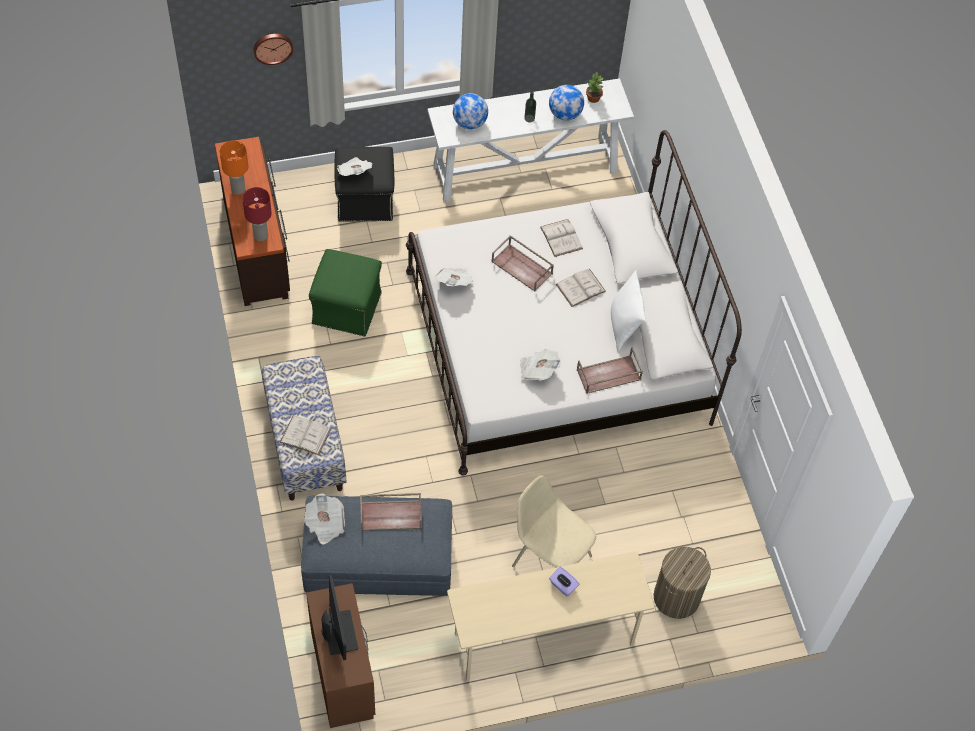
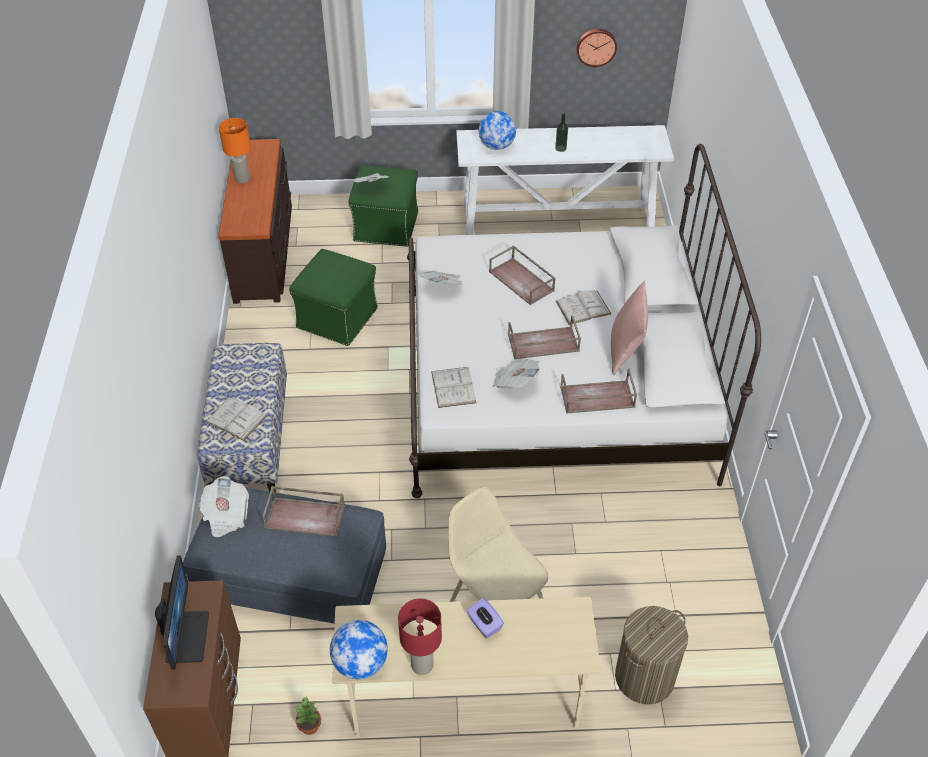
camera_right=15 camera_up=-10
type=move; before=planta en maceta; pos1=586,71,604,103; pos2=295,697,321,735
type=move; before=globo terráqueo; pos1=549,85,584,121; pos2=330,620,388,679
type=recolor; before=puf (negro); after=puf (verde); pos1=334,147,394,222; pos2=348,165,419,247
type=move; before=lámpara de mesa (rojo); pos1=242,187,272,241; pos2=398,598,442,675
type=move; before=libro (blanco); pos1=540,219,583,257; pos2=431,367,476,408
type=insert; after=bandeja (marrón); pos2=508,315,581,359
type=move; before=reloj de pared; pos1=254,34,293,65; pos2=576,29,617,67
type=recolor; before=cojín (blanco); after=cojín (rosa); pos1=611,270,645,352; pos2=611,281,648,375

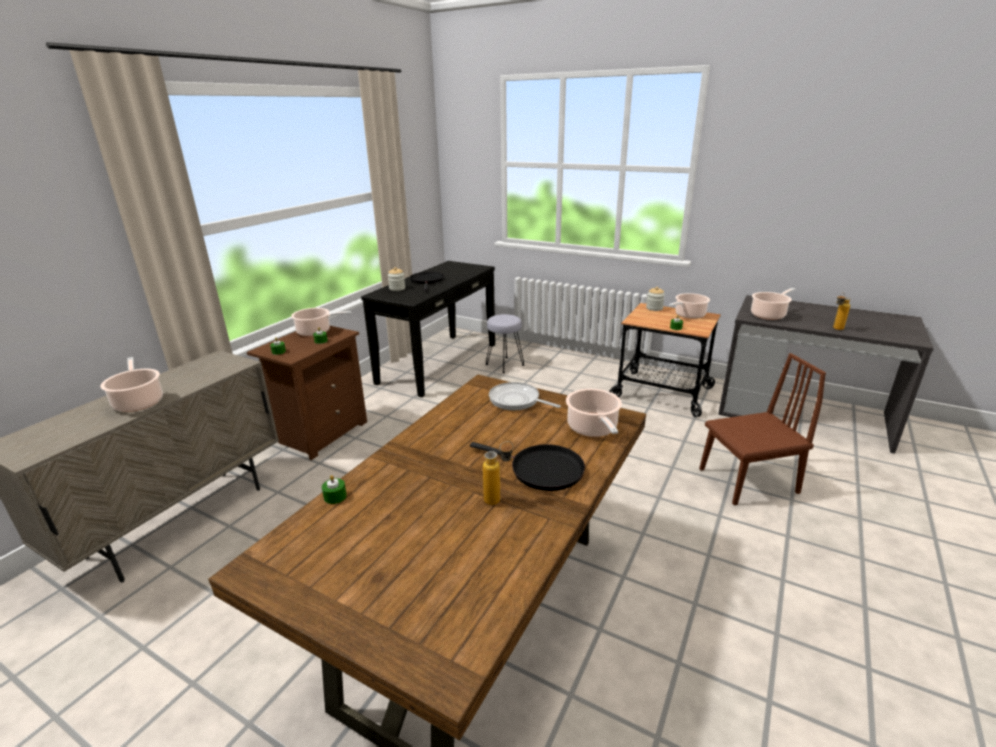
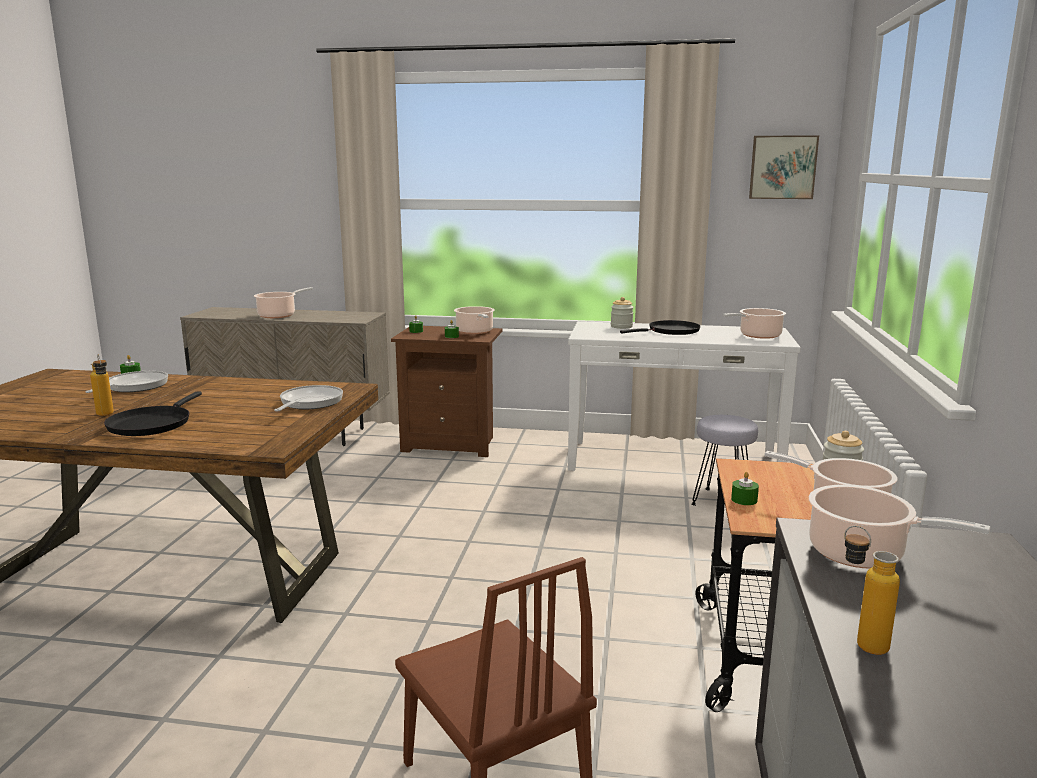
camera_right=70 camera_up=-10
type=insert; after=sartén; pos2=85,371,168,393
type=recolor; before=mesa consola (negro); after=mesa consola (blanco); pos1=361,261,495,397; pos2=568,321,801,471
type=move; before=olla; pos1=566,388,622,437; pos2=723,308,786,339
type=insert; after=cuadro; pos2=749,135,819,199

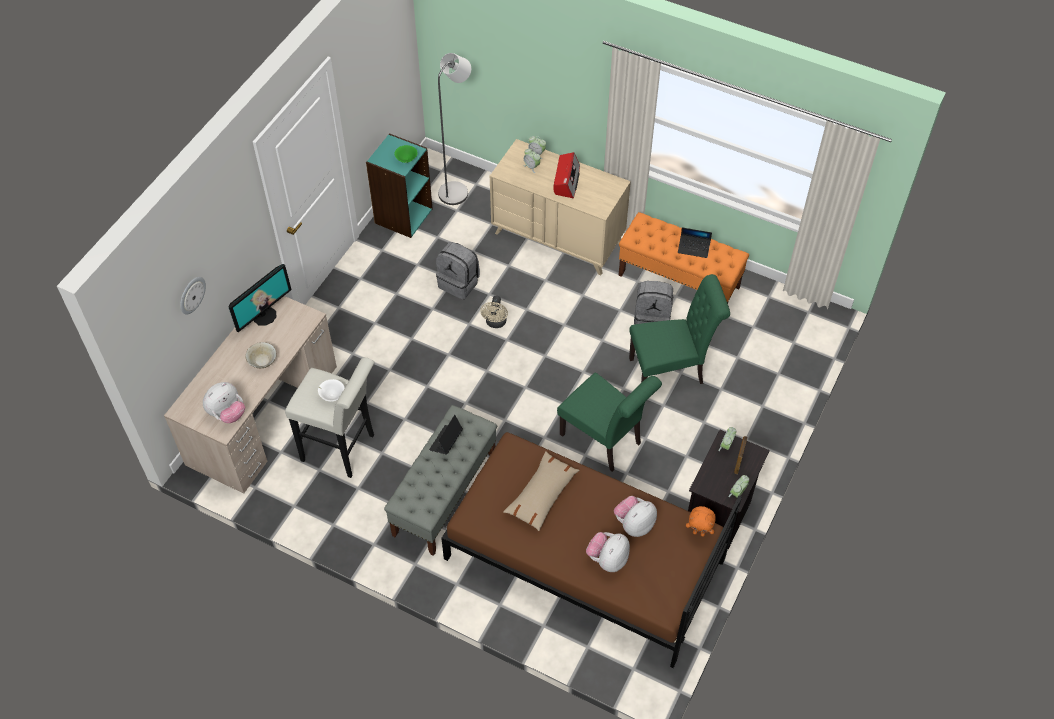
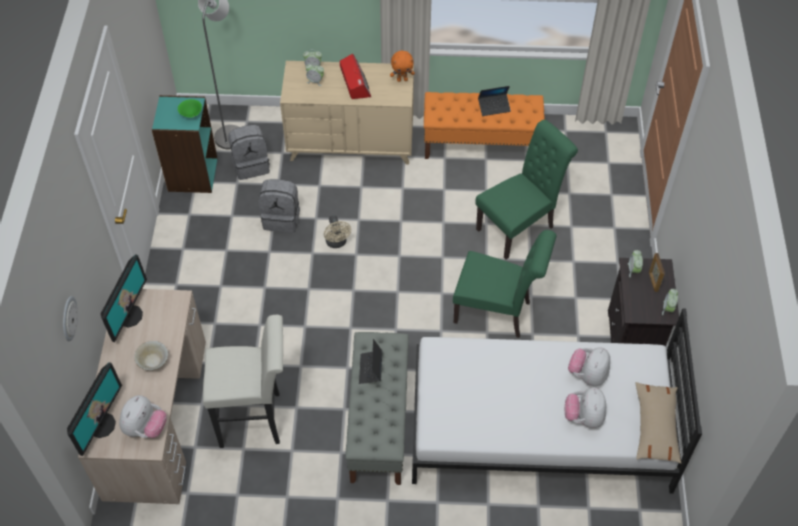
camera_right=-25 camera_up=0
type=insert; after=monitor; pos2=67,362,122,456
type=move; before=mochila (gris); pos1=634,281,673,325; pos2=228,125,270,180
type=move; before=peluche (naranja); pos1=686,506,716,537; pos2=390,51,415,82
type=recolor; before=cama (marrón); after=cama (blanco); pos1=441,432,742,668; pos2=412,308,702,494
type=move; before=cojín (beis); pos1=503,451,579,531; pos2=635,382,681,463
type=delete; before=cuenco (blanco); pos1=318,379,345,402

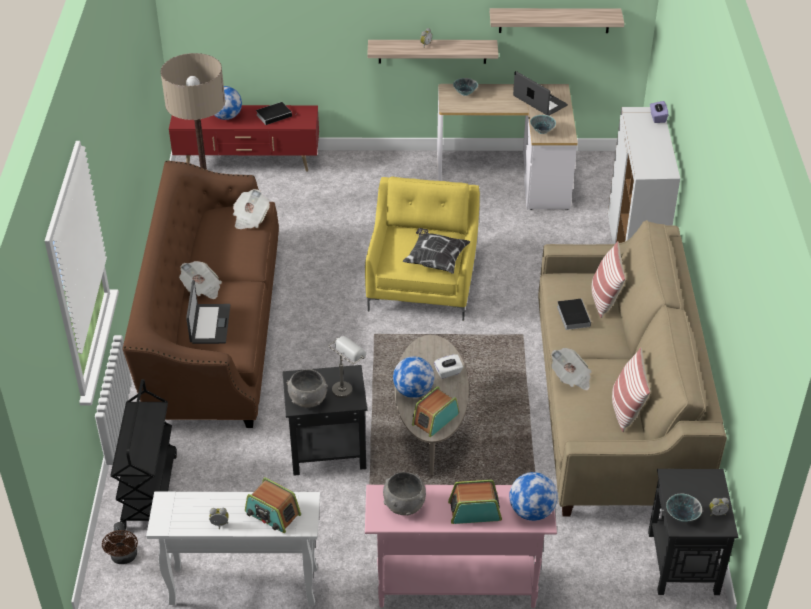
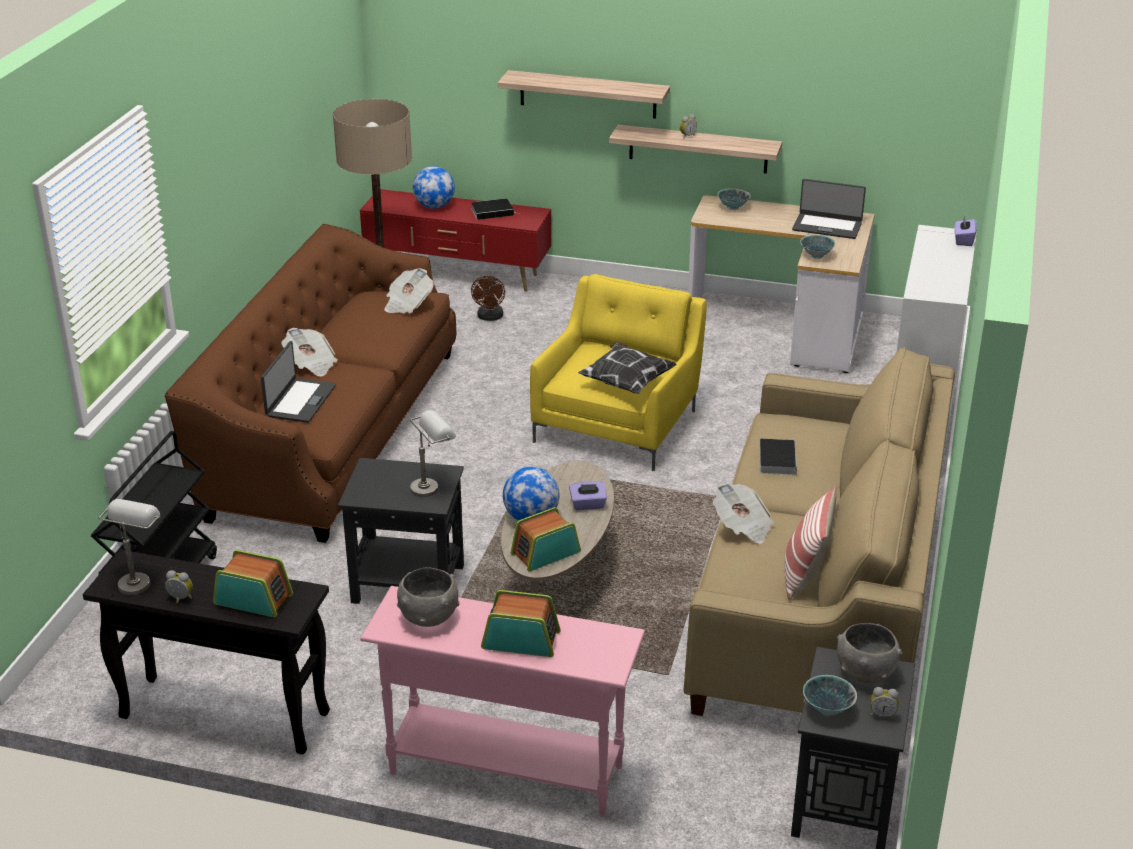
camera_right=15 camera_up=-10
type=recolor; before=mesa consola (blanco); after=mesa consola (negro); pos1=146,491,320,606; pos2=83,550,330,755
type=insert; after=lámpara de mesa (gris); pos2=98,499,161,595
type=rotate; before=radio; pos1=245,477,301,533; pos2=213,550,293,618; turn=150
type=move; before=ventilador (marrón); pos1=102,522,138,564; pos2=471,276,505,321
type=move; before=estante; pos1=490,8,624,33; pos2=498,70,670,119
type=recolor; before=caja de pañuelos (blanco); after=caja de pañuelos (morado); pos1=434,354,463,379; pos2=569,481,607,510
type=rotate; before=portátil; pos1=513,71,568,116; pos2=792,179,866,239; turn=135
type=move; before=cuenco (gris); pos1=287,369,328,408; pos2=837,623,902,683
type=delete; before=globo terráqueo; pos1=509,472,558,521
type=delete; before=cojín; pos1=592,241,626,318

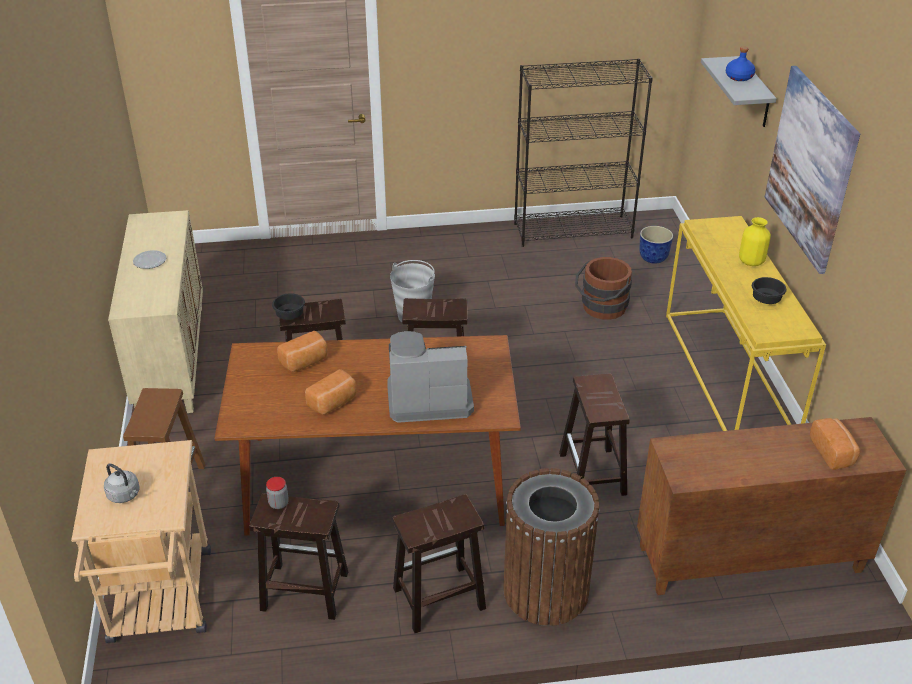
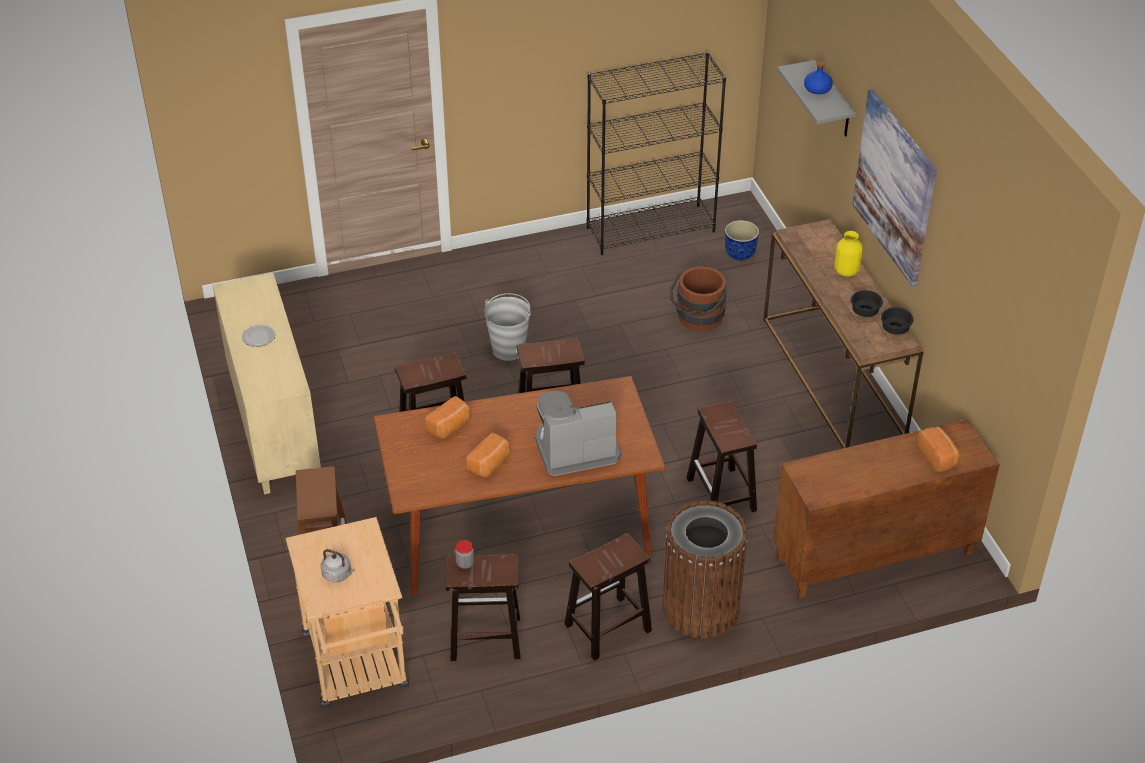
camera_right=-10 camera_up=5
type=recolor; before=mesa consola (amarillo); after=mesa consola (marrón); pos1=666,216,826,431; pos2=763,219,923,448
type=move; before=cuenco (negro); pos1=272,293,305,320; pos2=881,307,914,335

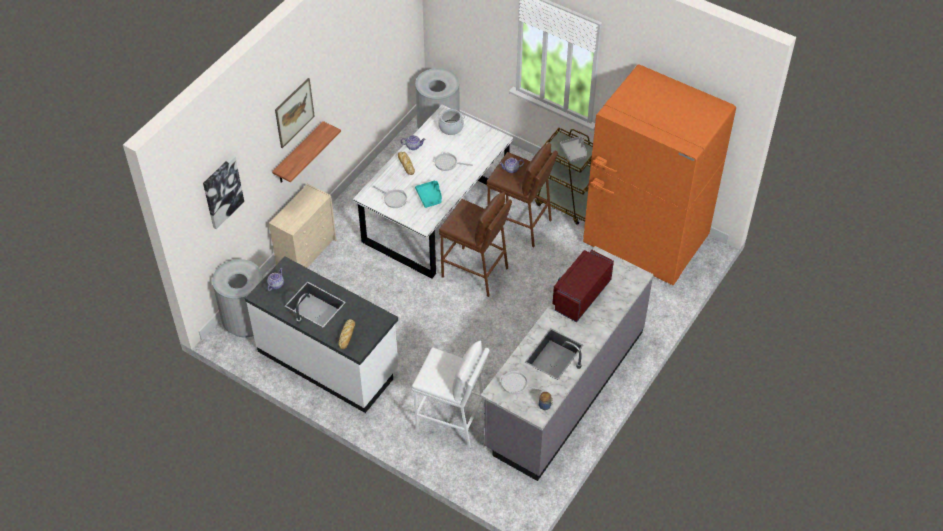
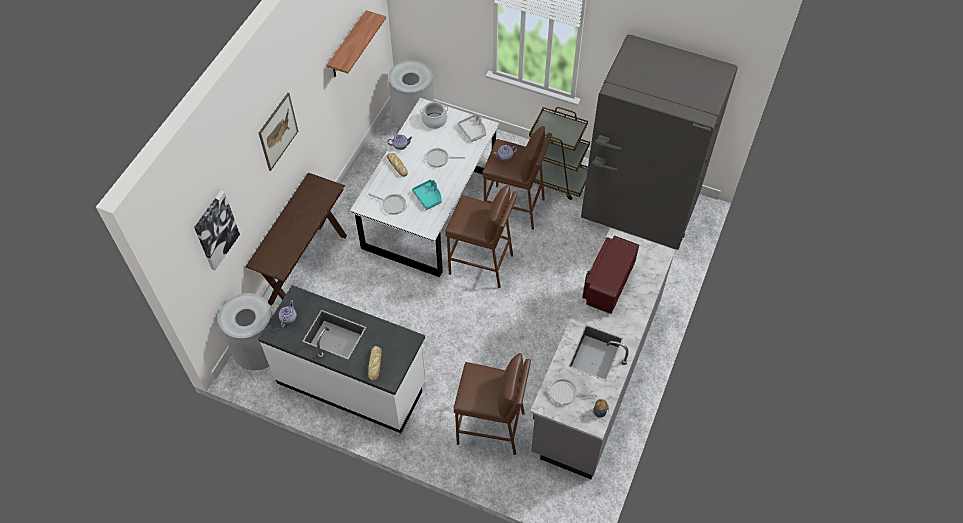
camera_right=-10 camera_up=5
type=replace; before=cómoda (beis); after=mesa consola (marrón); pos1=269,184,337,268; pos2=245,173,347,305
type=move; before=estante; pos1=272,121,341,183; pos2=327,10,386,77
type=recolor; before=taburete (blanco); after=taburete (marrón); pos1=412,341,490,448; pos2=454,353,531,455
type=move; before=bandeja (gris); pos1=560,137,587,163; pos2=458,114,486,142
type=recolor; before=nevera (naranja); after=nevera (gris); pos1=583,64,736,285; pos2=581,34,738,250

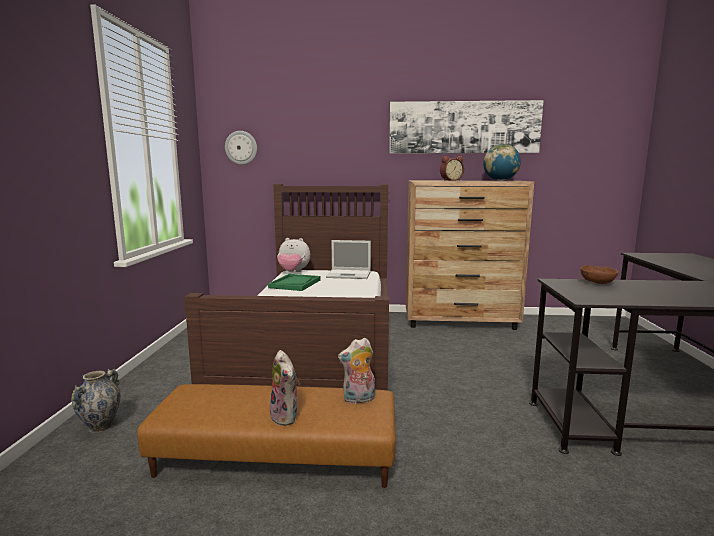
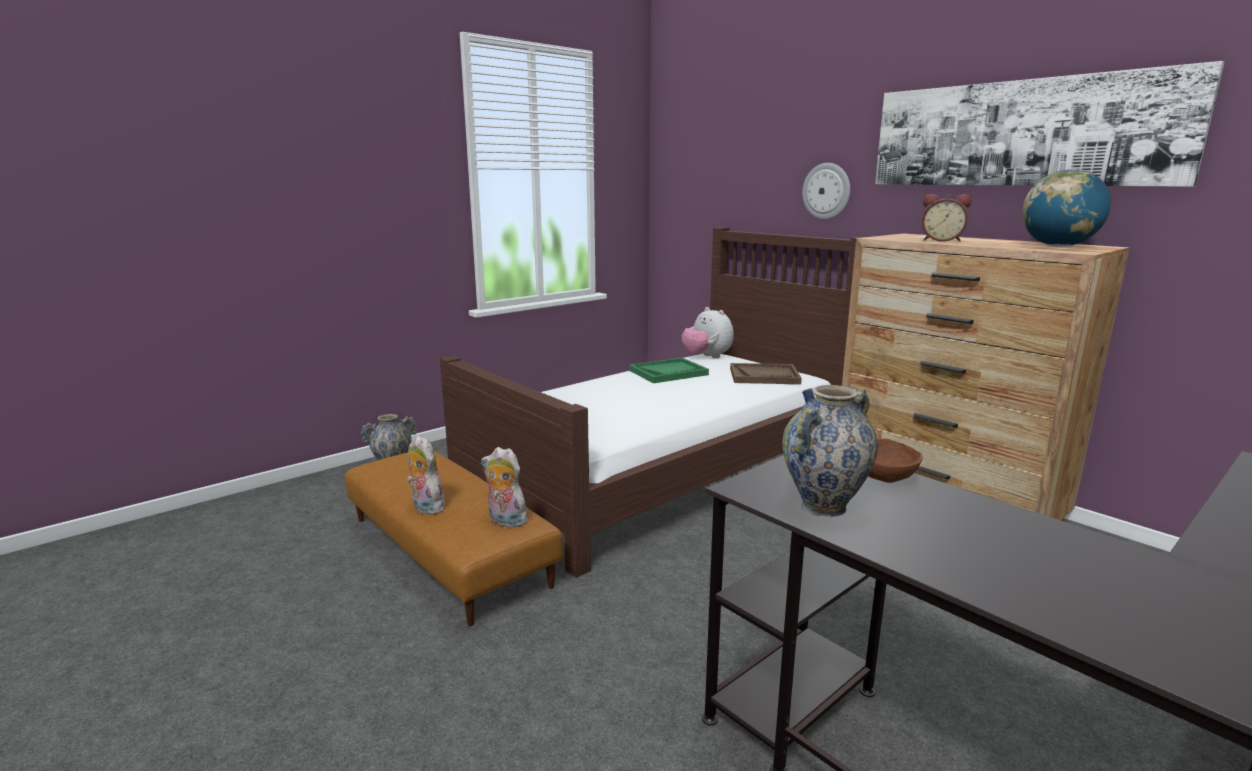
camera_right=45 camera_up=5
type=rotate; before=peluche; pos1=270,350,300,426; pos2=407,435,445,515; turn=120
type=replace; before=portátil; after=bandeja (marrón); pos1=326,240,371,279; pos2=730,363,802,384
type=insert; after=florero; pos2=782,385,878,517
type=move; before=reloj de pared; pos1=225,131,257,165; pos2=802,163,850,220

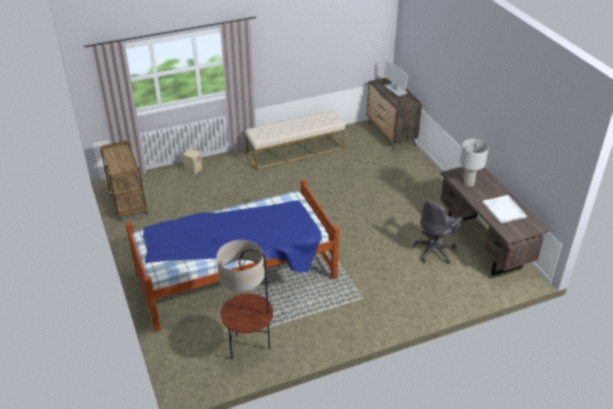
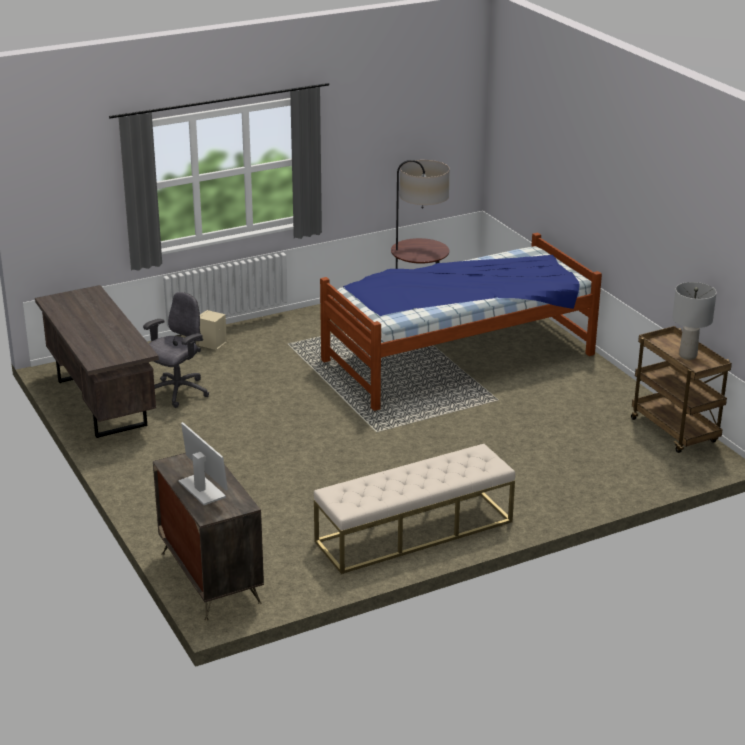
camera_right=175 camera_up=-10
type=move; before=altavoz (beis); pos1=182,149,202,174; pos2=198,310,227,350
type=move; before=lámpara de mesa (gris); pos1=460,139,489,187; pos2=672,282,717,360
type=delete; before=bandeja (blanco); pos1=482,195,527,223

